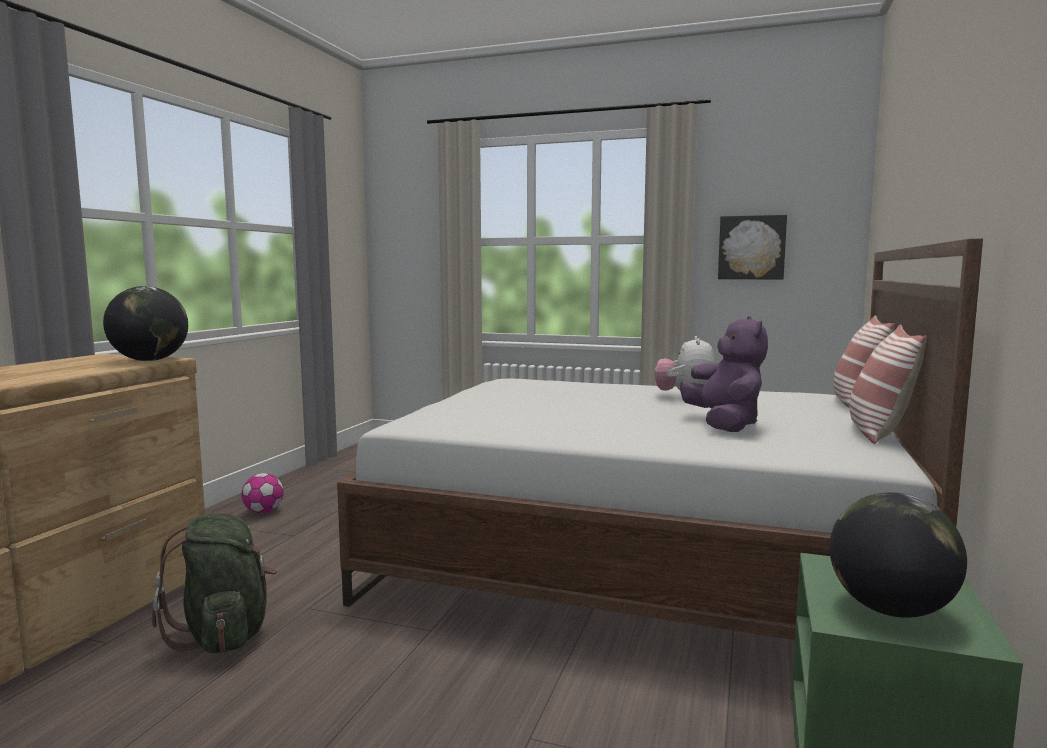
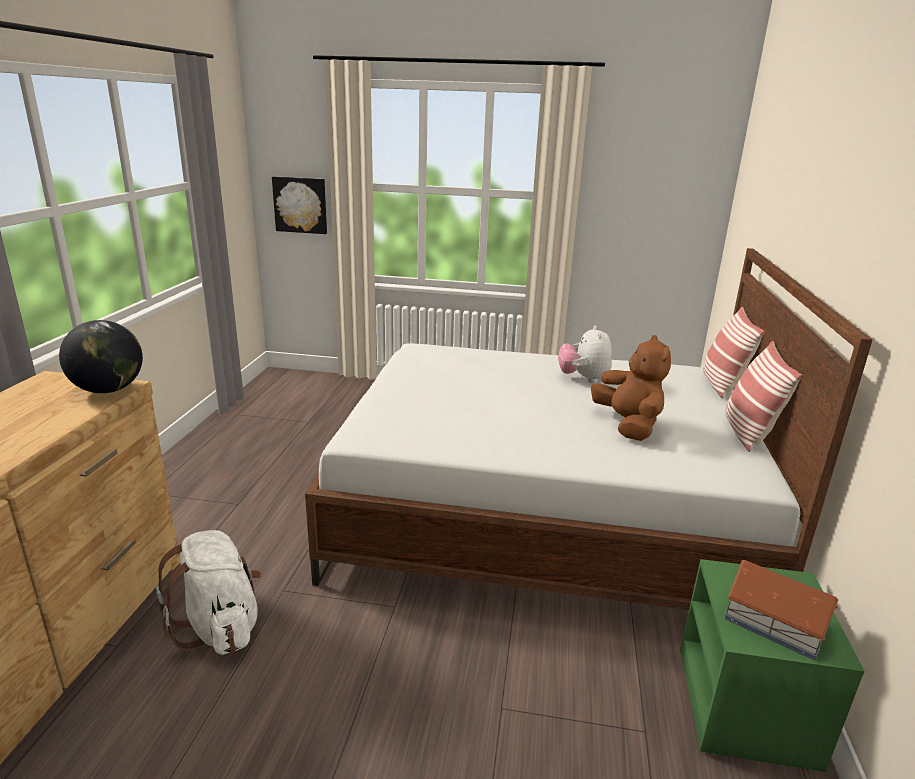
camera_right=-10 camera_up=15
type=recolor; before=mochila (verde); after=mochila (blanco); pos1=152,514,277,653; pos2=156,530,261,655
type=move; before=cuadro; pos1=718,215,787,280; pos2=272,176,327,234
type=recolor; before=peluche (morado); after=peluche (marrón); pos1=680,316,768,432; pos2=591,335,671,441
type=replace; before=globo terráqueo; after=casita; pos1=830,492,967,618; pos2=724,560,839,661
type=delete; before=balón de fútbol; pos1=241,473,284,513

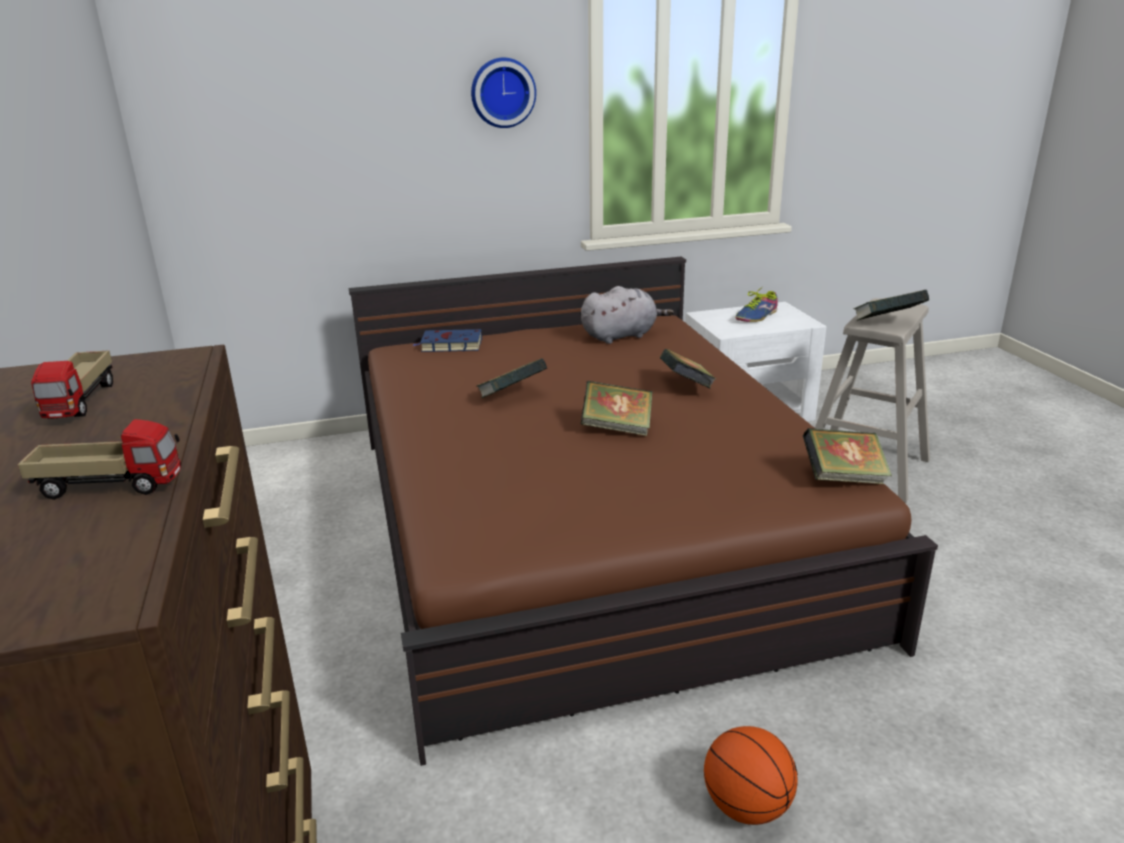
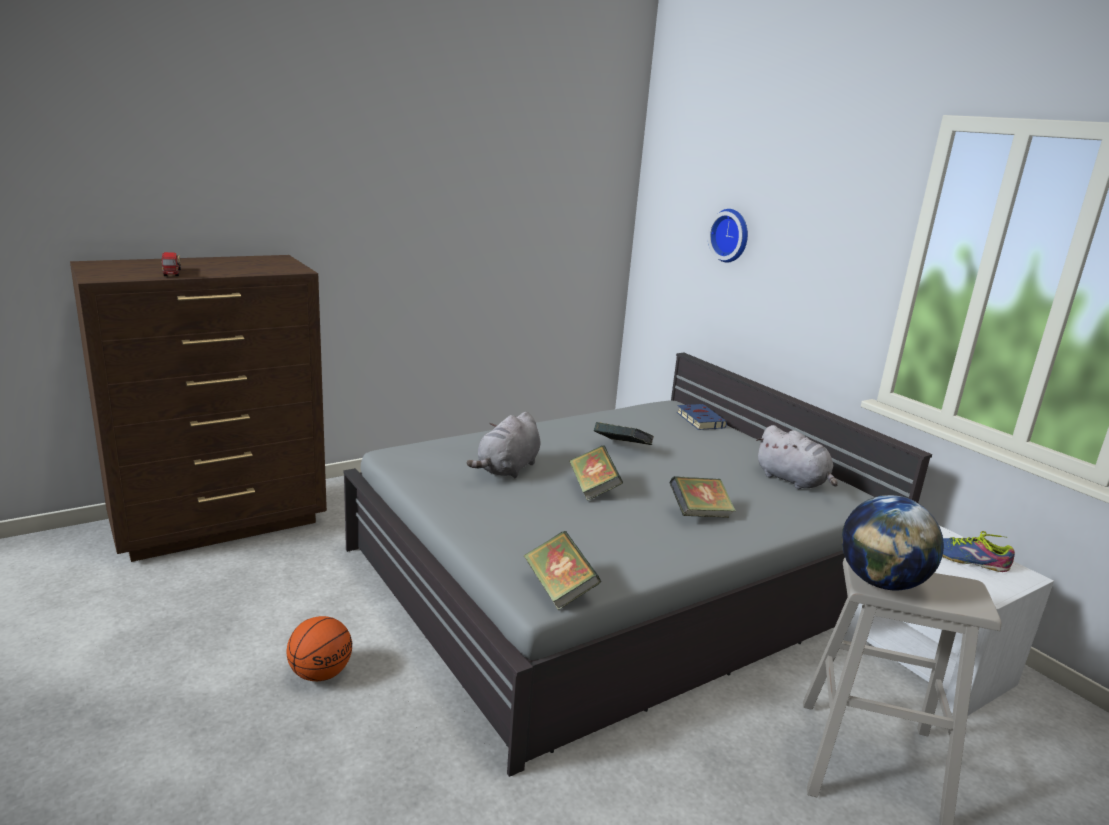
camera_right=70 camera_up=-5
type=recolor; before=cama (marrón); after=cama (gris); pos1=349,257,938,766; pos2=343,353,932,777
type=insert; after=peluche (gris); pos2=467,412,541,478
type=move; before=reloj de pared; pos1=471,57,536,128; pos2=708,209,748,263
type=replace; before=libro; after=globo terráqueo; pos1=854,290,929,321; pos2=841,495,944,591
type=delete; before=camión de juguete; pos1=31,350,113,419

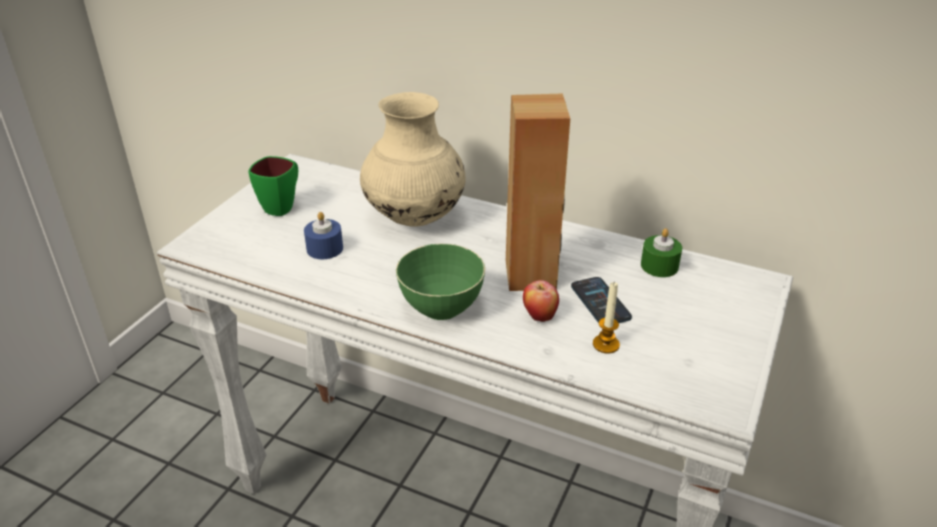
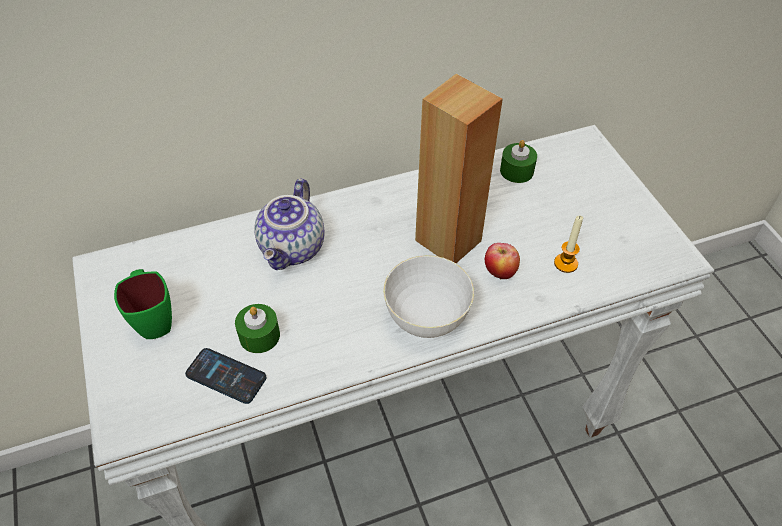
camera_right=-45 camera_up=15
type=move; before=móvil; pos1=571,277,632,323; pos2=185,348,267,404
type=recolor; before=vela (azul); after=vela (verde); pos1=304,212,343,259; pos2=235,304,280,353
type=replace; before=florero (beis); after=tetera; pos1=360,92,465,227; pos2=254,178,325,270
type=recolor; before=cuenco (verde); after=cuenco (blanco); pos1=396,243,485,320; pos2=383,255,474,338

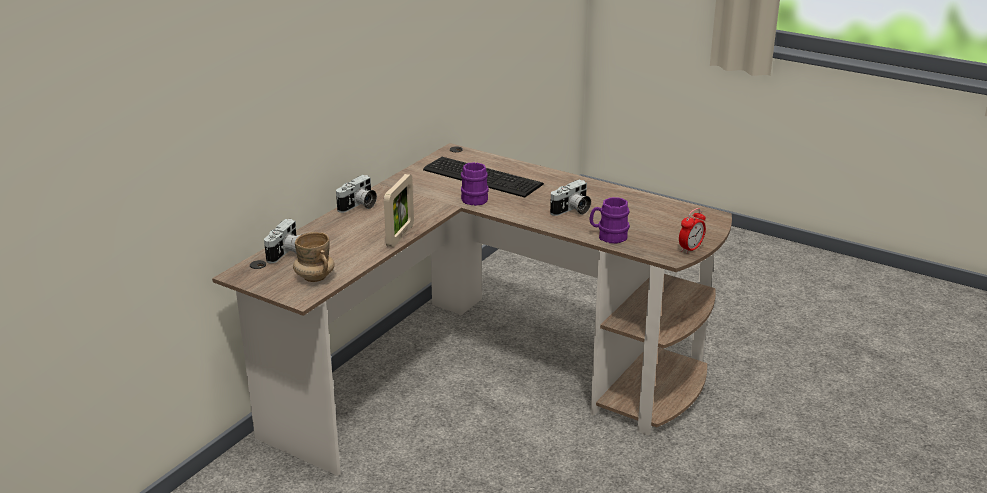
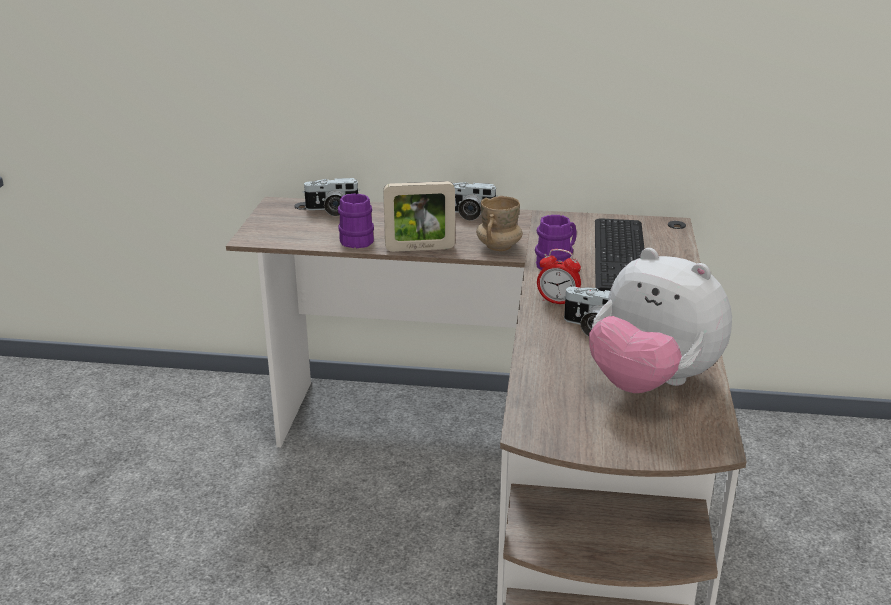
camera_right=65 camera_up=0
type=move; before=taza grande (morado); pos1=590,197,630,244; pos2=338,193,374,248
type=move; before=taza grande (beis); pos1=293,232,335,282; pos2=476,196,523,251
type=move; before=despertador; pos1=679,208,706,254; pos2=537,249,581,304
type=insert; after=peluche; pos2=589,248,732,393

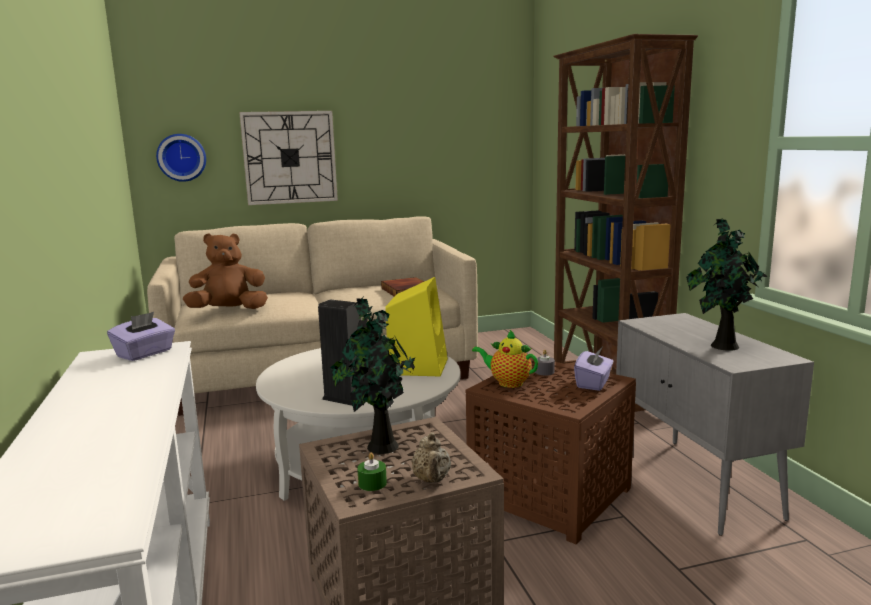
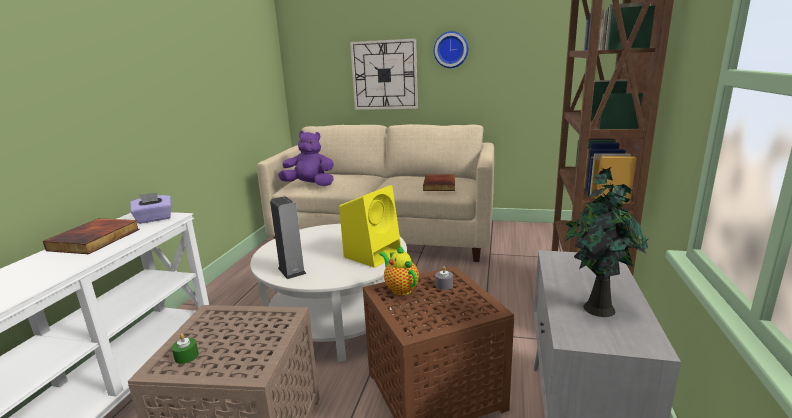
camera_right=30 camera_up=5
type=insert; after=libro; pos2=43,218,140,254
type=recolor; before=peluche (marrón); after=peluche (morado); pos1=183,233,268,309; pos2=278,131,334,186
type=move; before=reloj de pared; pos1=156,134,206,182; pos2=434,31,468,68
type=delete; before=planta en maceta; pos1=331,297,416,454
type=delete; before=tetera (beis); pos1=411,432,451,483
type=delete; before=caja de pañuelos (morado); pos1=574,347,613,391

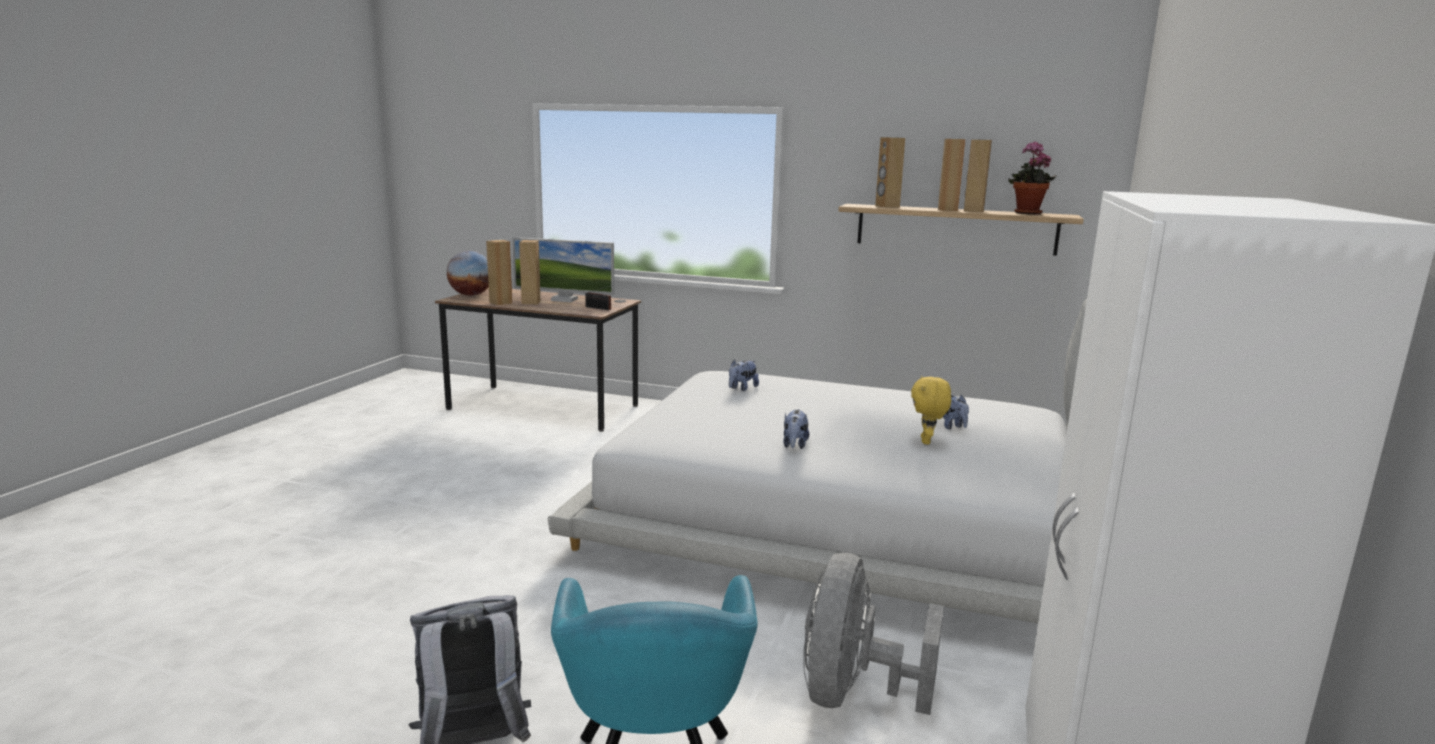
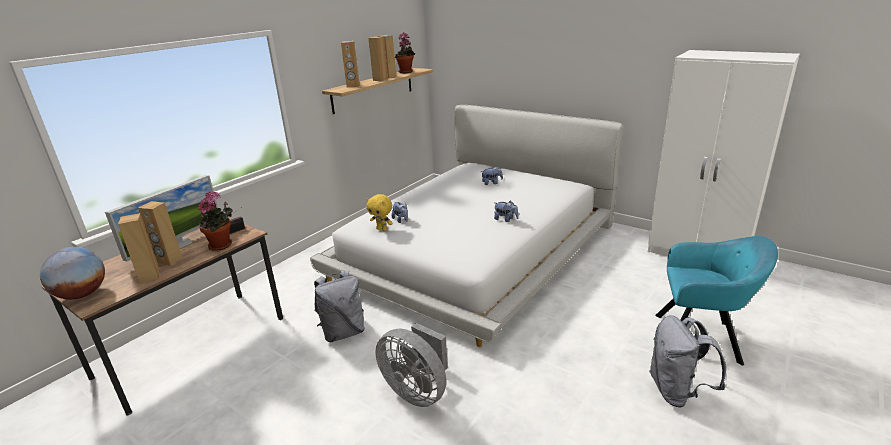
camera_right=-70 camera_up=10
type=insert; after=planta en maceta; pos2=198,191,233,251
type=insert; after=mochila (gris); pos2=314,271,365,342
type=move; before=peluche (amarillo); pos1=911,376,951,445; pos2=366,194,393,231
type=move; before=ventilador (gris); pos1=803,553,944,715; pos2=375,323,448,407

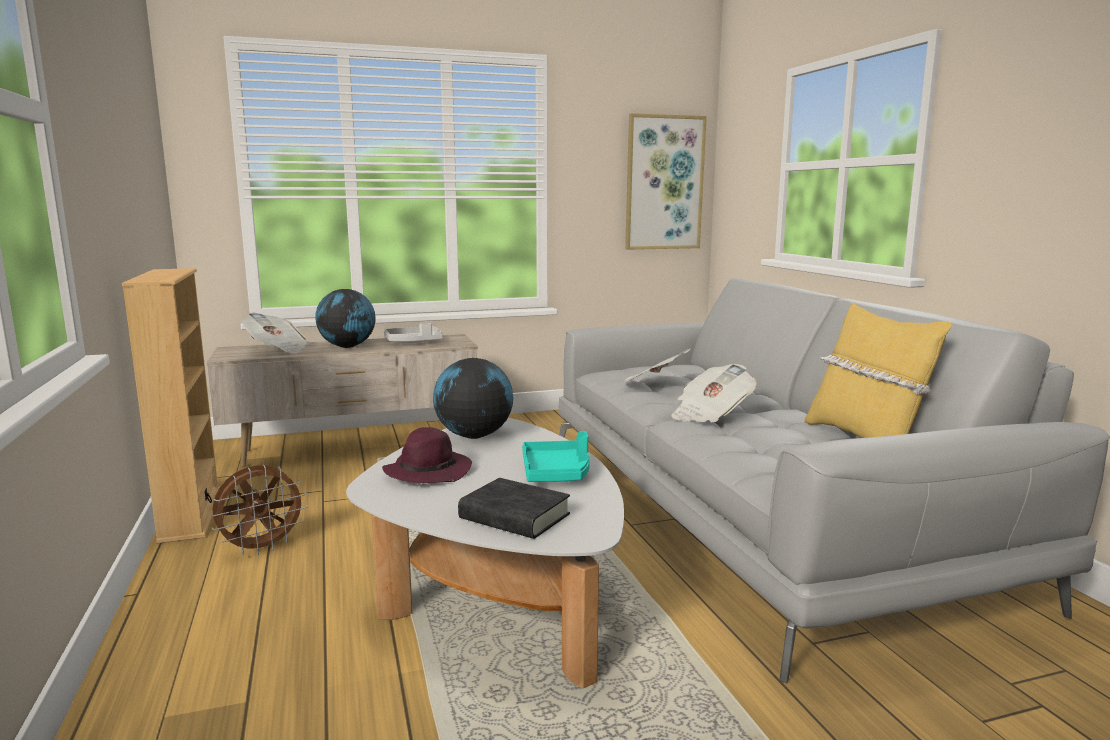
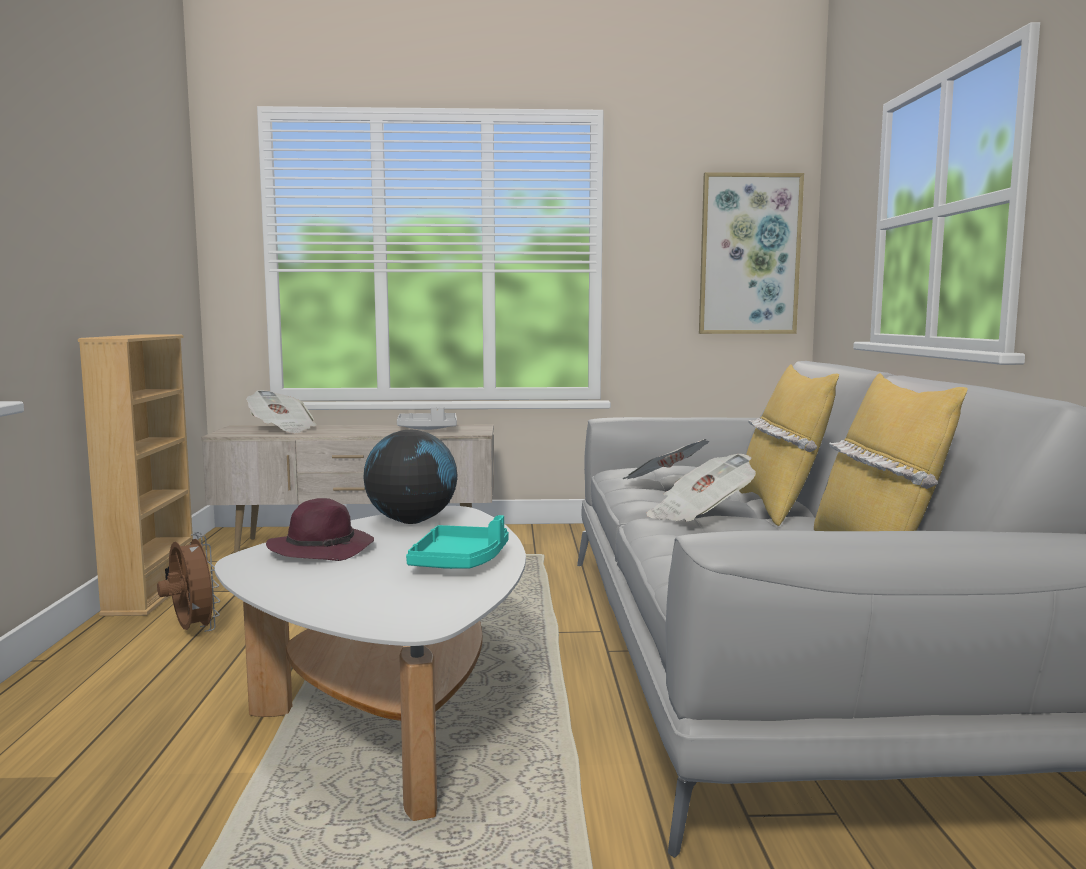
camera_right=15 camera_up=-5
type=rotate; before=ventilador (marrón); pos1=210,465,308,555; pos2=157,532,220,632; turn=-105
type=insert; after=cojín (amarillo); pos2=739,364,839,526
type=delete; before=globo terráqueo; pos1=315,289,376,348
type=delete; before=libro (negro); pos1=458,478,570,539

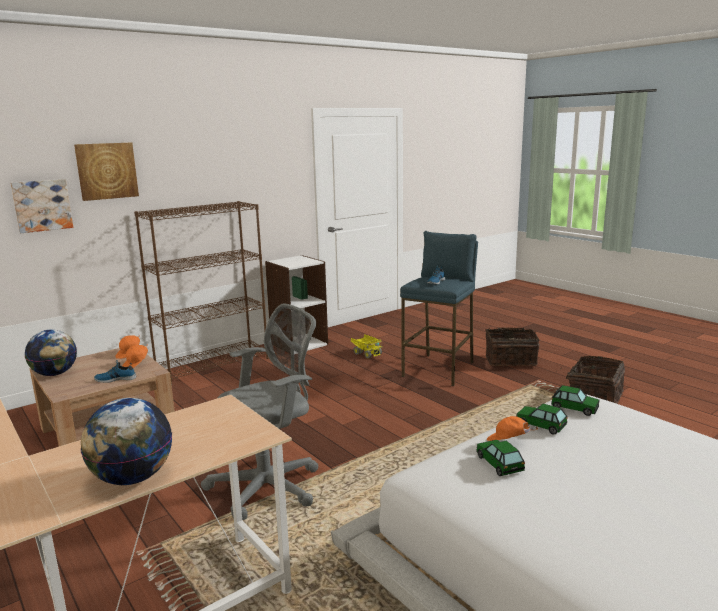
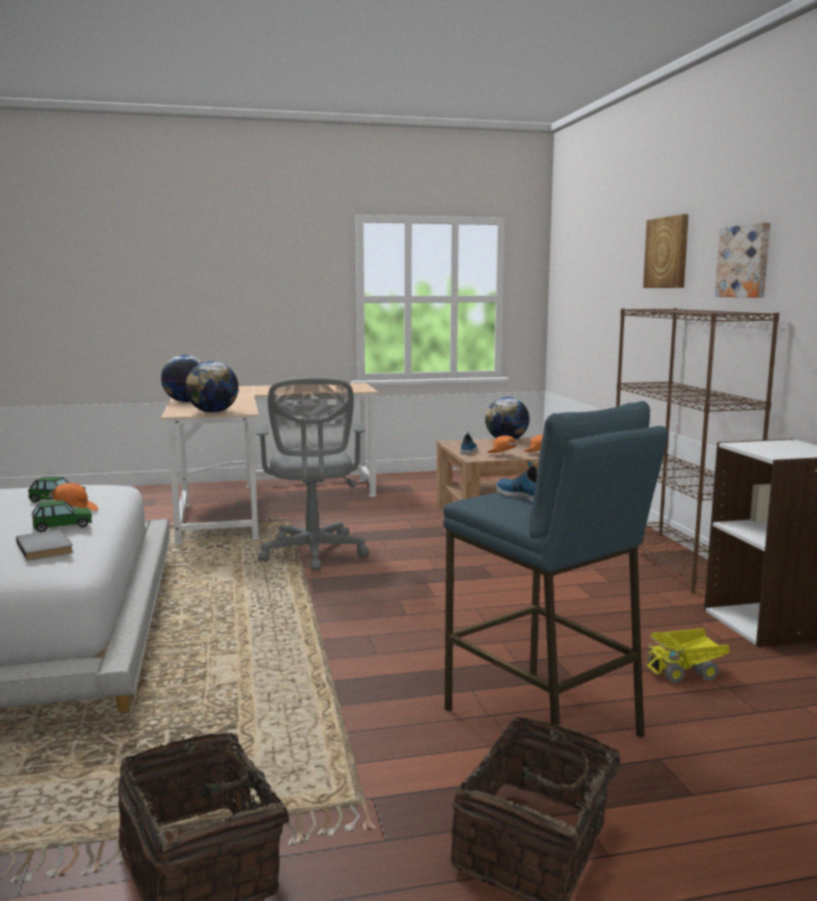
camera_right=115 camera_up=-5
type=replace; before=coche de juguete; after=libro (gris); pos1=551,385,600,416; pos2=16,530,73,561
type=insert; after=globo terráqueo; pos2=185,361,239,413
type=move; before=cuadro; pos1=10,179,73,233; pos2=715,222,770,298

